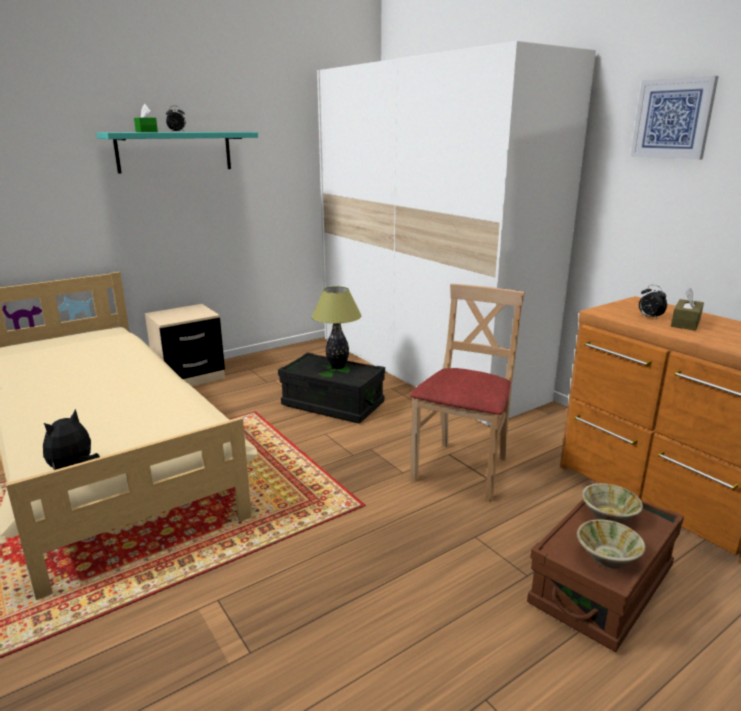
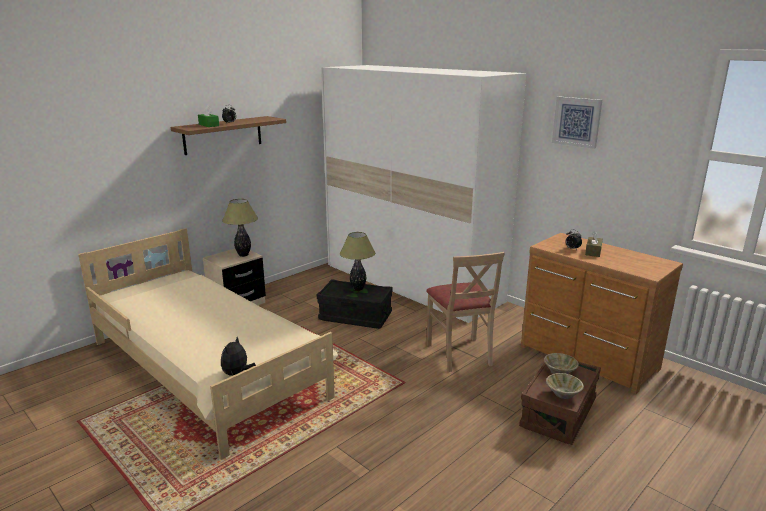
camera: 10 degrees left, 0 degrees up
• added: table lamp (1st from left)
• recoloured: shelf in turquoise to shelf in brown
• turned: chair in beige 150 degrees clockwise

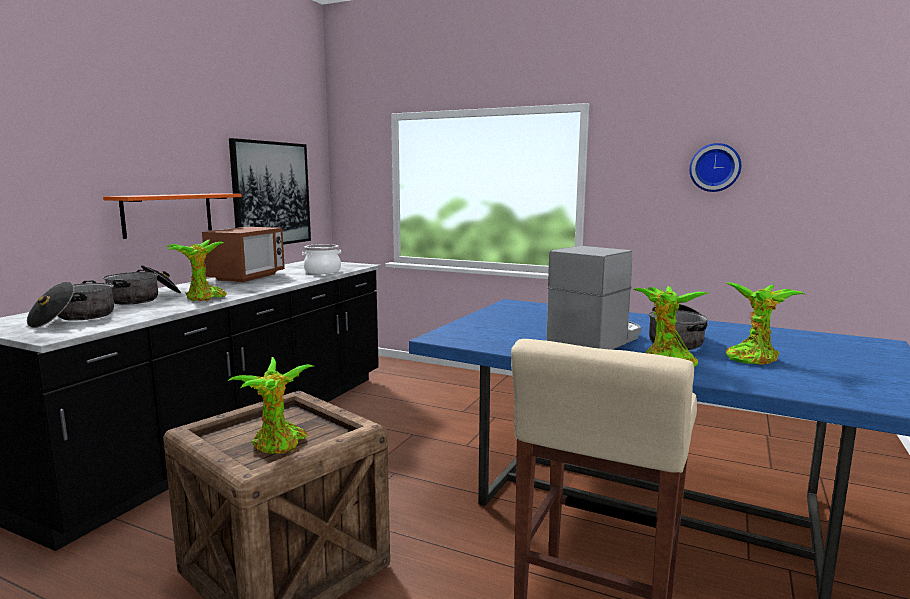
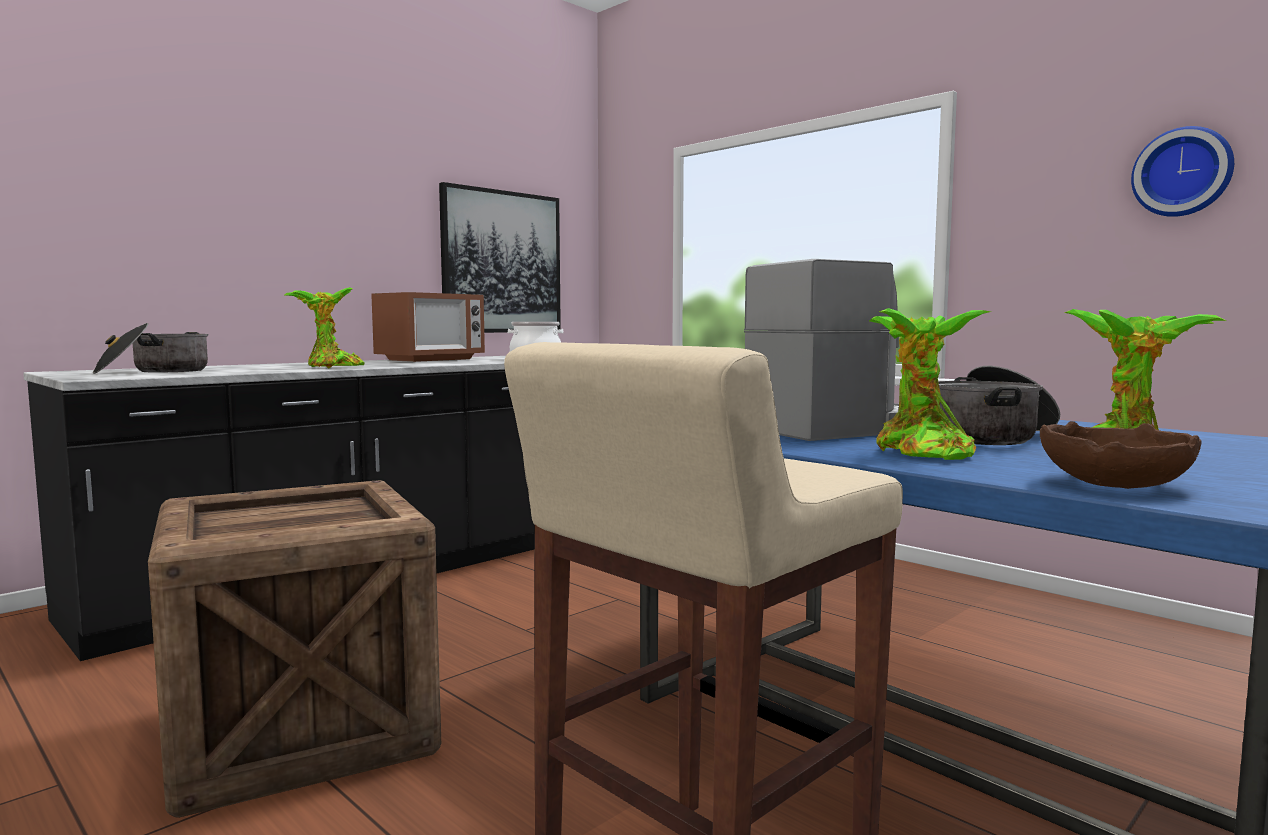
camera: 20 degrees right, 5 degrees down
• removed: shelf in orange
• removed: cooking pot (2nd from left)
• removed: potted plant (2nd from left)
• added: bowl in brown

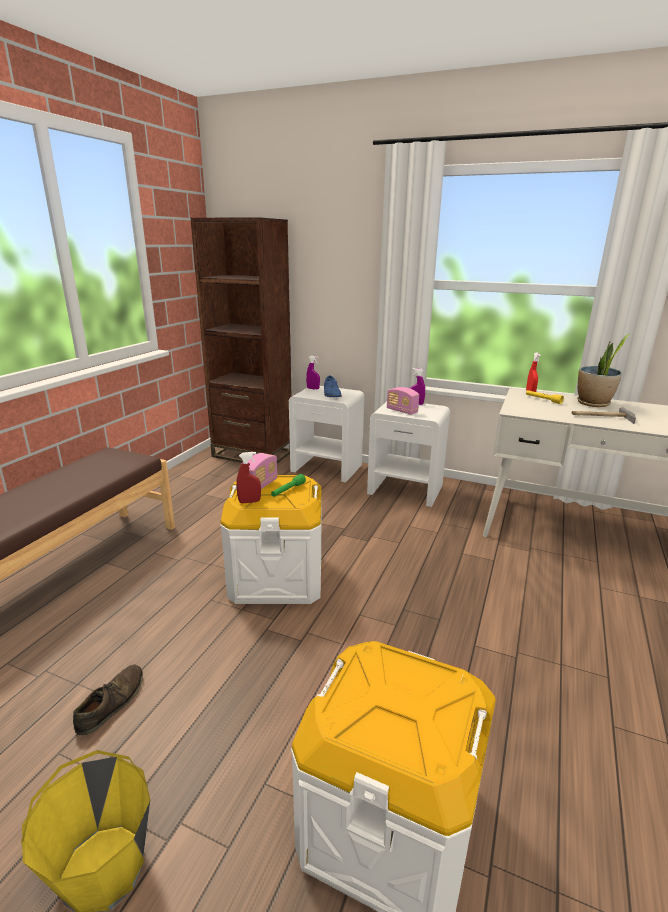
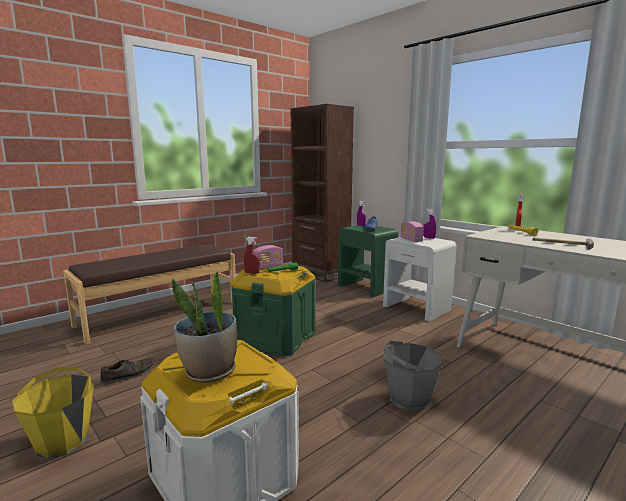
camera: 25 degrees right, 10 degrees down
• added: bucket in grey
• moved: potted plant
• recoloured: storage box in white (1st from left) to storage box in green
• recoloured: nightstand in white (1st from left) to nightstand in green

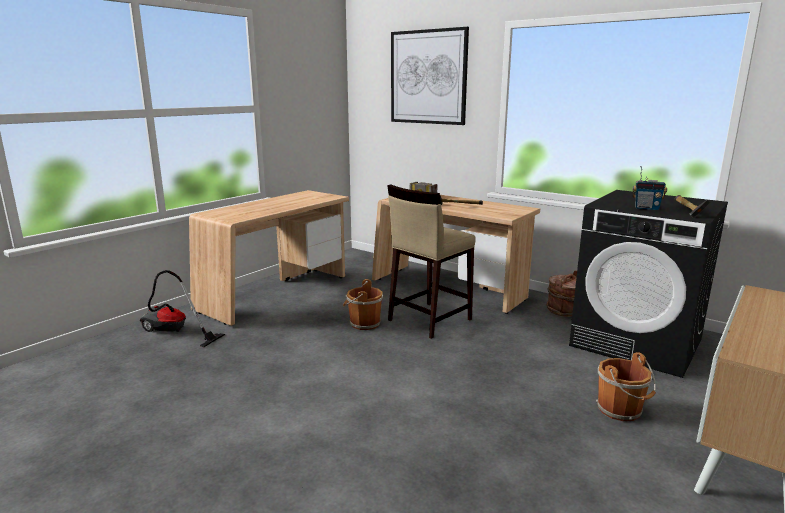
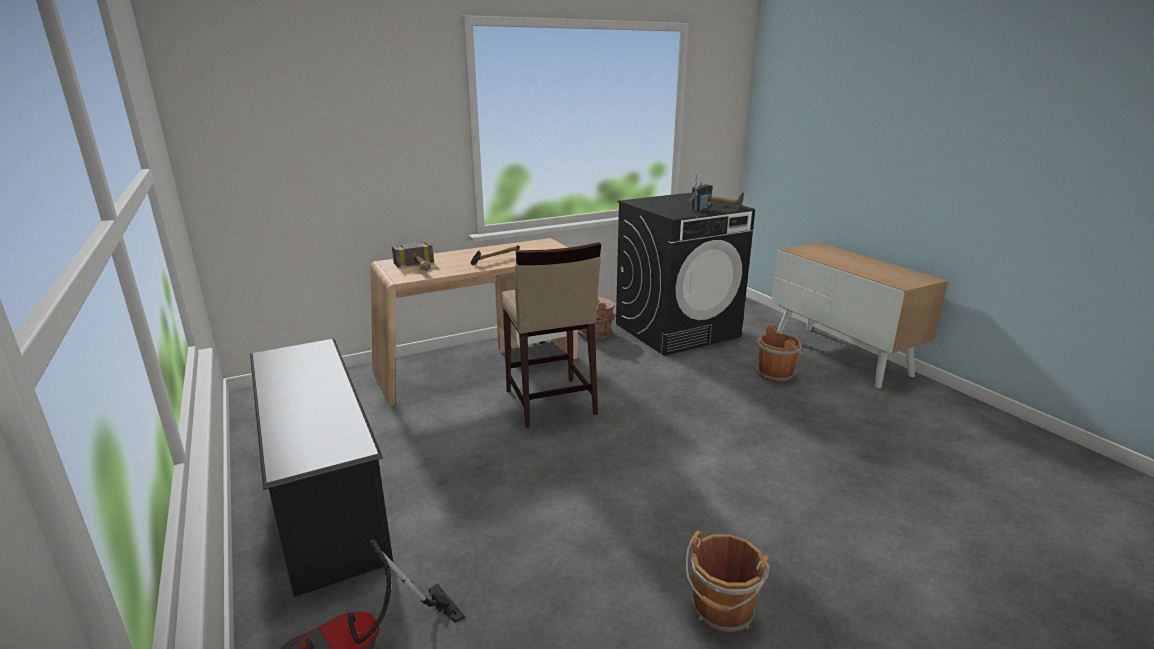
camera: 65 degrees left, 5 degrees up
• removed: picture
• moved: bucket in brown (1st from left in the first image) to bucket in brown (2nd from left)
• replaced: desk in beige (1st from left) to shoe rack in black

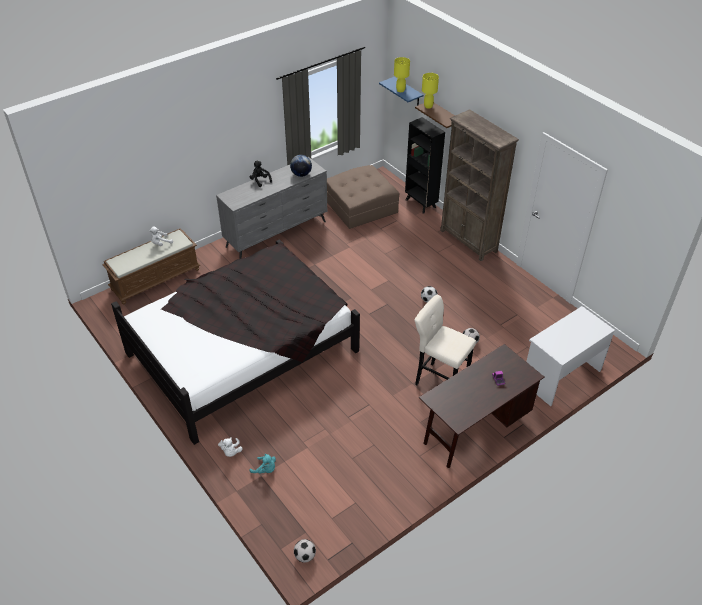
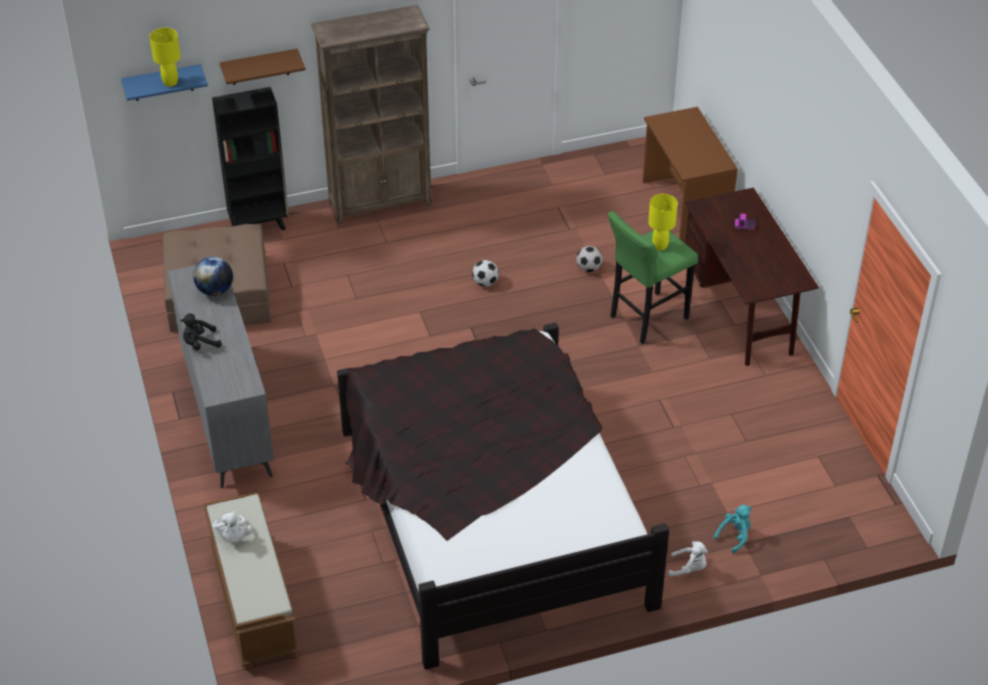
camera: 70 degrees left, 0 degrees up
• removed: football (1st from left)
• moved: table lamp in yellow (2nd from left)
• recoloured: stool in beige to stool in green
• recoloured: desk in white to desk in brown (1st from left)

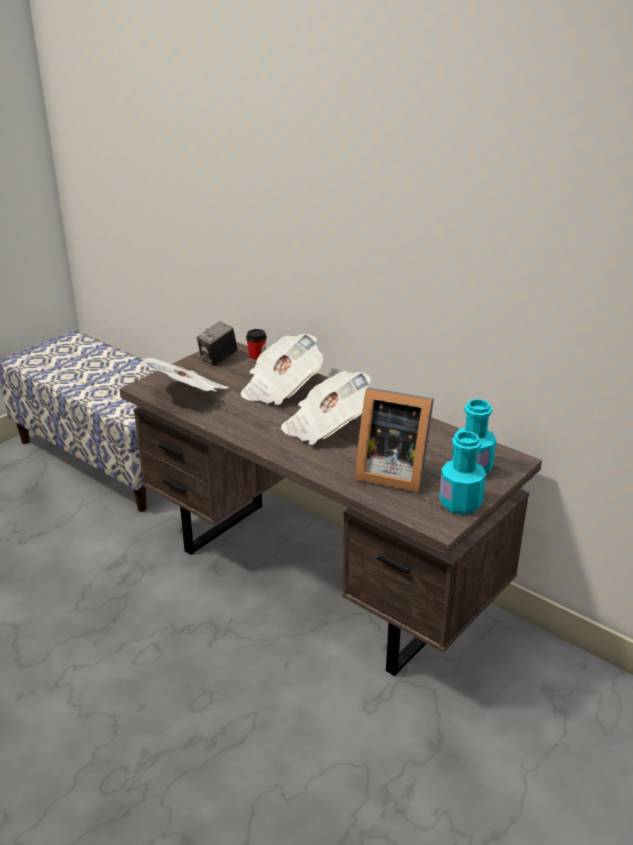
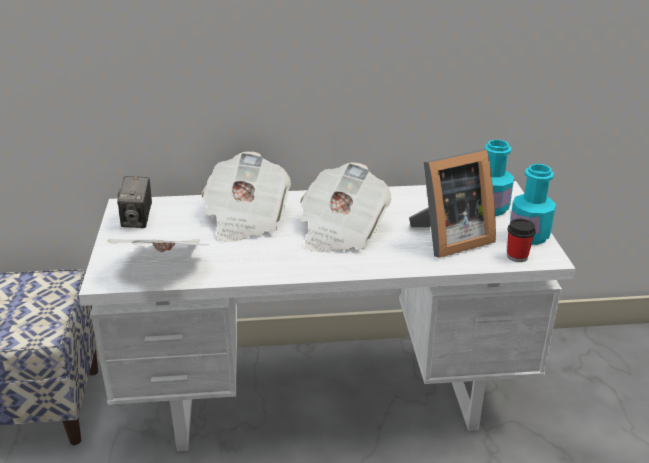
camera: 45 degrees left, 0 degrees up
• moved: cup
• recoloured: desk in brown to desk in white

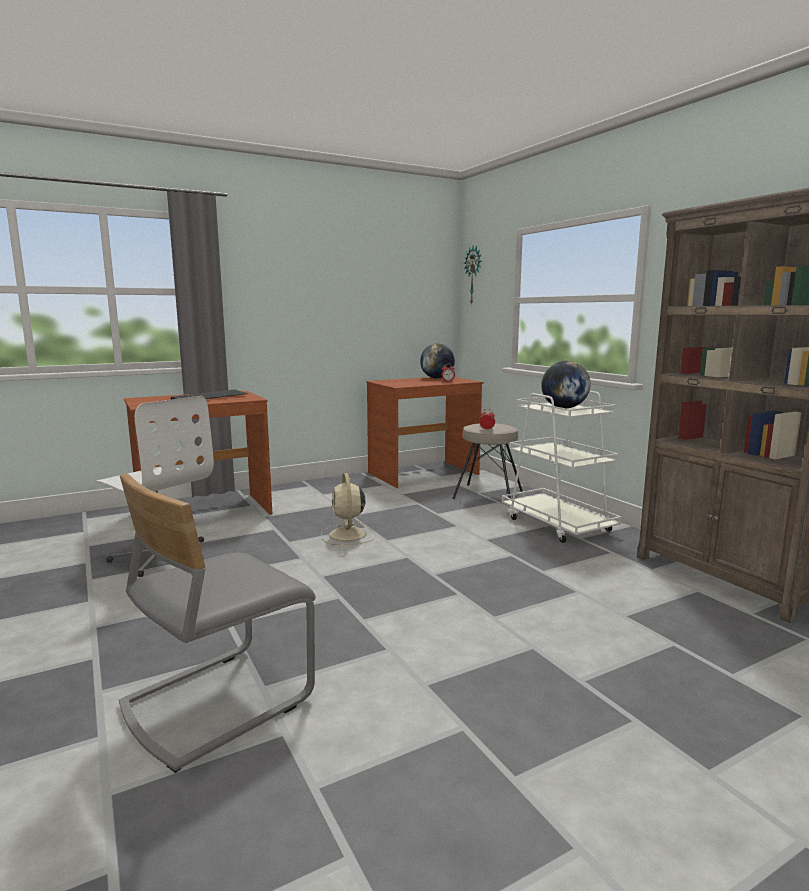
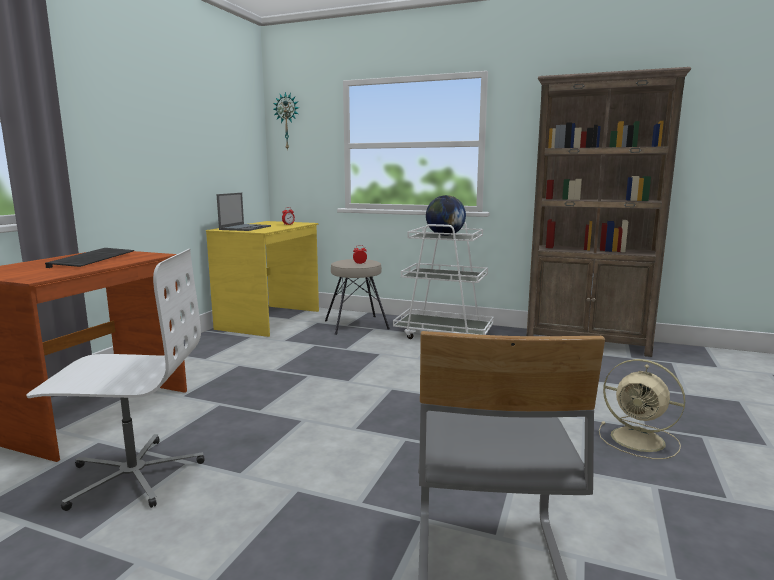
camera: 40 degrees left, 0 degrees up
• removed: globe (1st from left)
• added: laptop
• moved: fan in beige
• recoloured: desk in brown (2nd from left) to desk in yellow

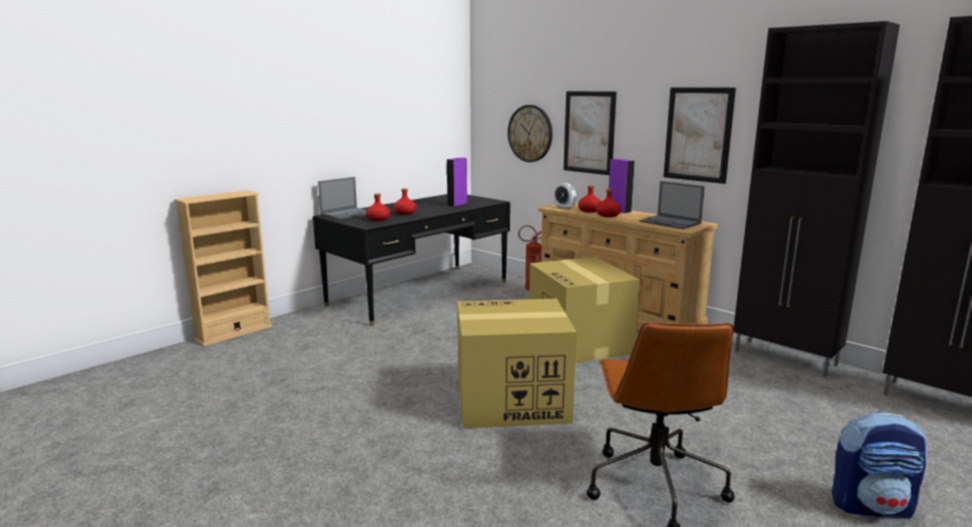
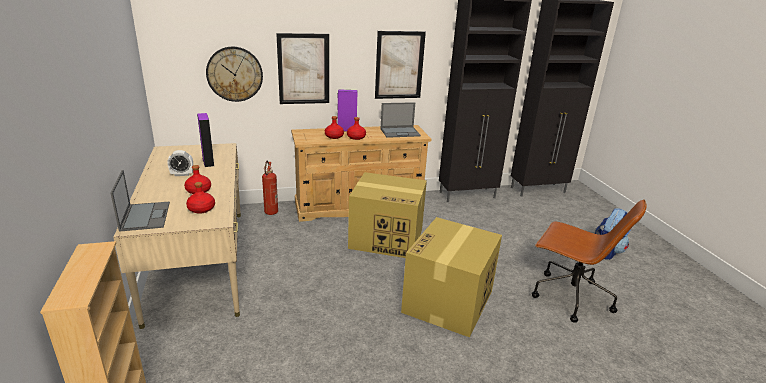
camera: 60 degrees left, 10 degrees up
• moved: alarm clock
• recoloured: desk in black to desk in beige

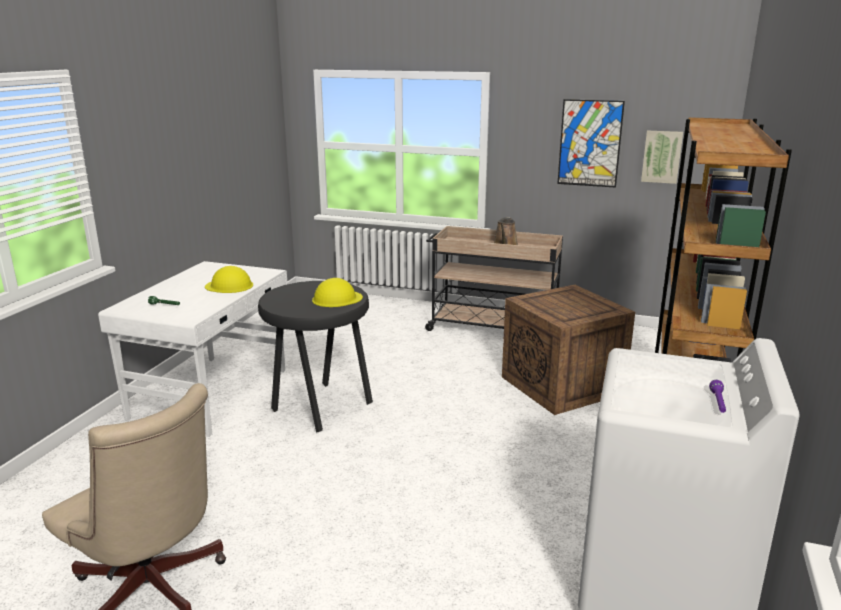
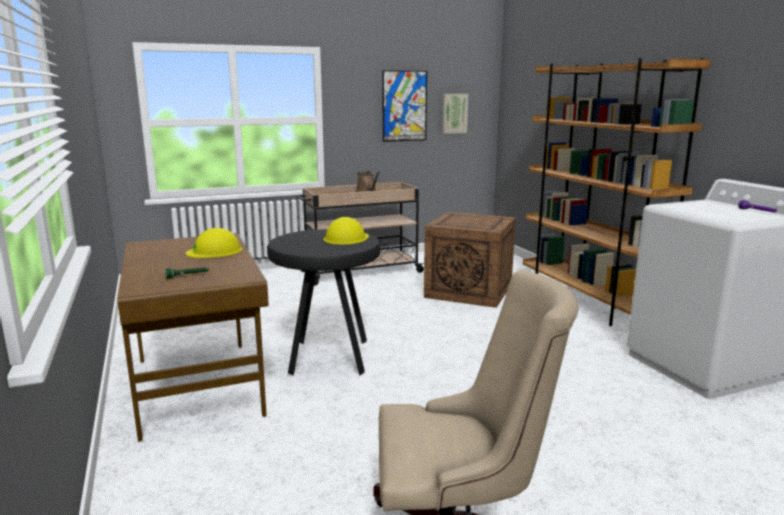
camera: 40 degrees left, 5 degrees down
• recoloured: desk in white to desk in brown

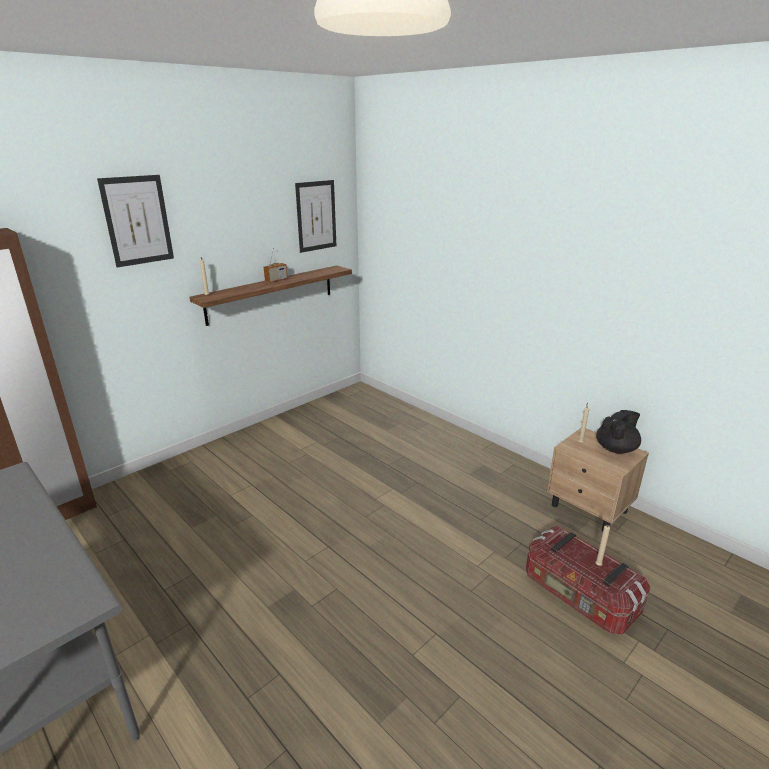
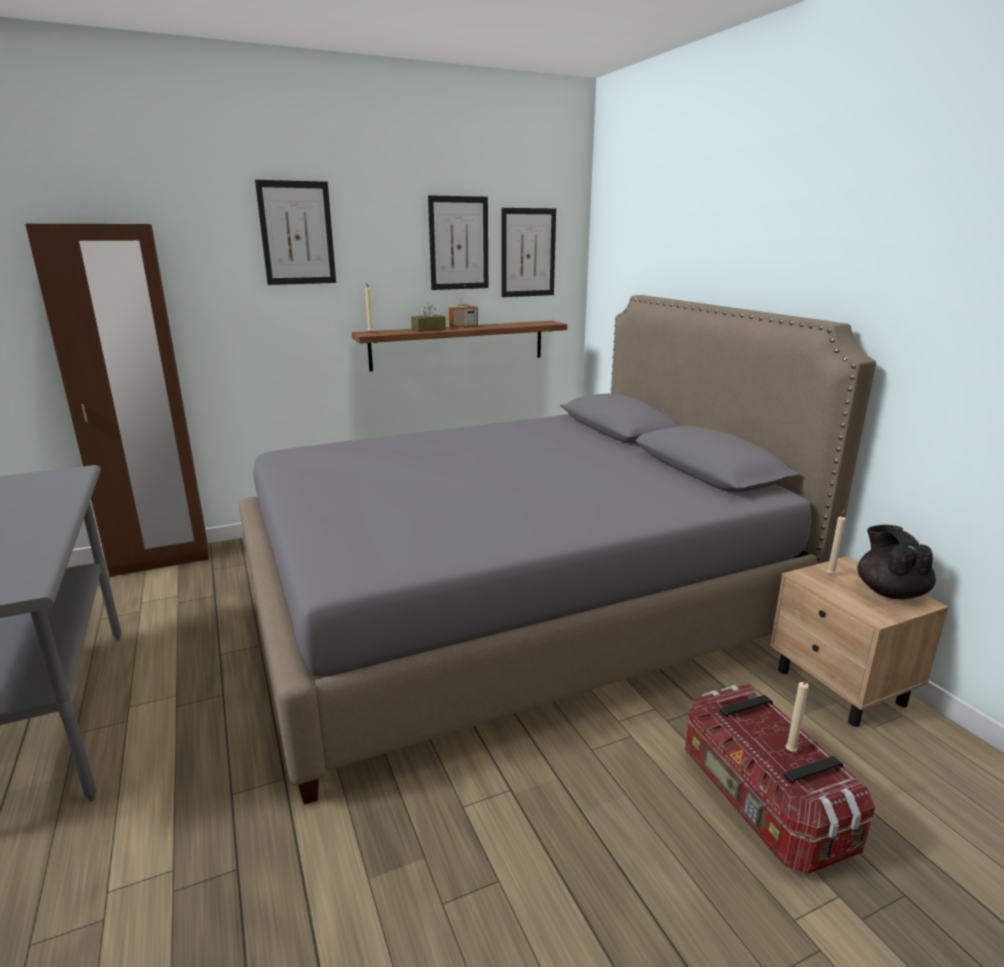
camera: 20 degrees right, 5 degrees down
• added: bed in grey
• added: tissue box in brown
• added: picture (2nd from left)
• turned: teapot in black 75 degrees counterclockwise

